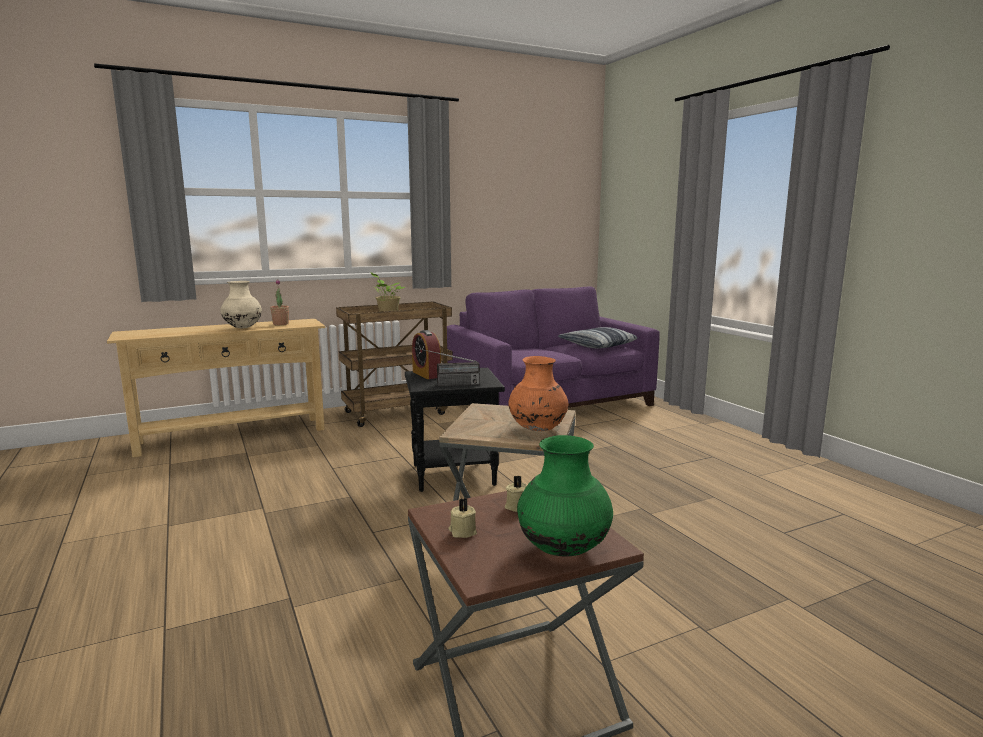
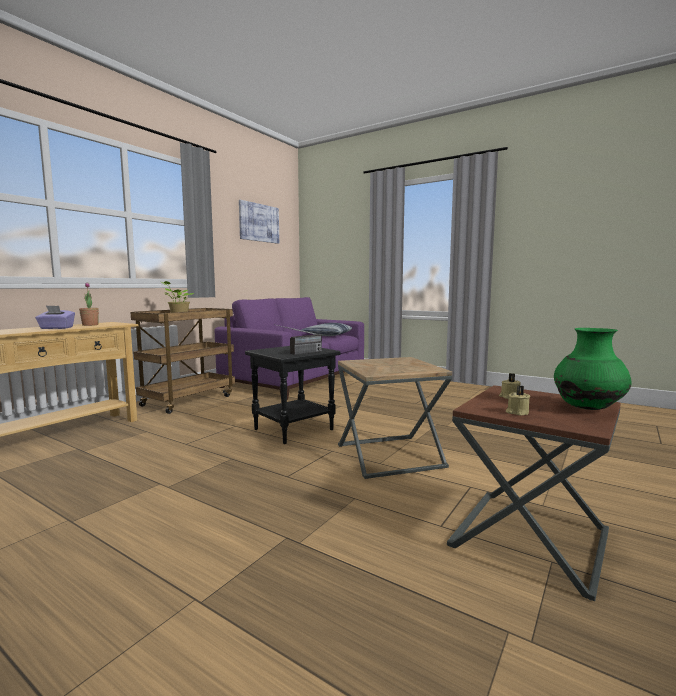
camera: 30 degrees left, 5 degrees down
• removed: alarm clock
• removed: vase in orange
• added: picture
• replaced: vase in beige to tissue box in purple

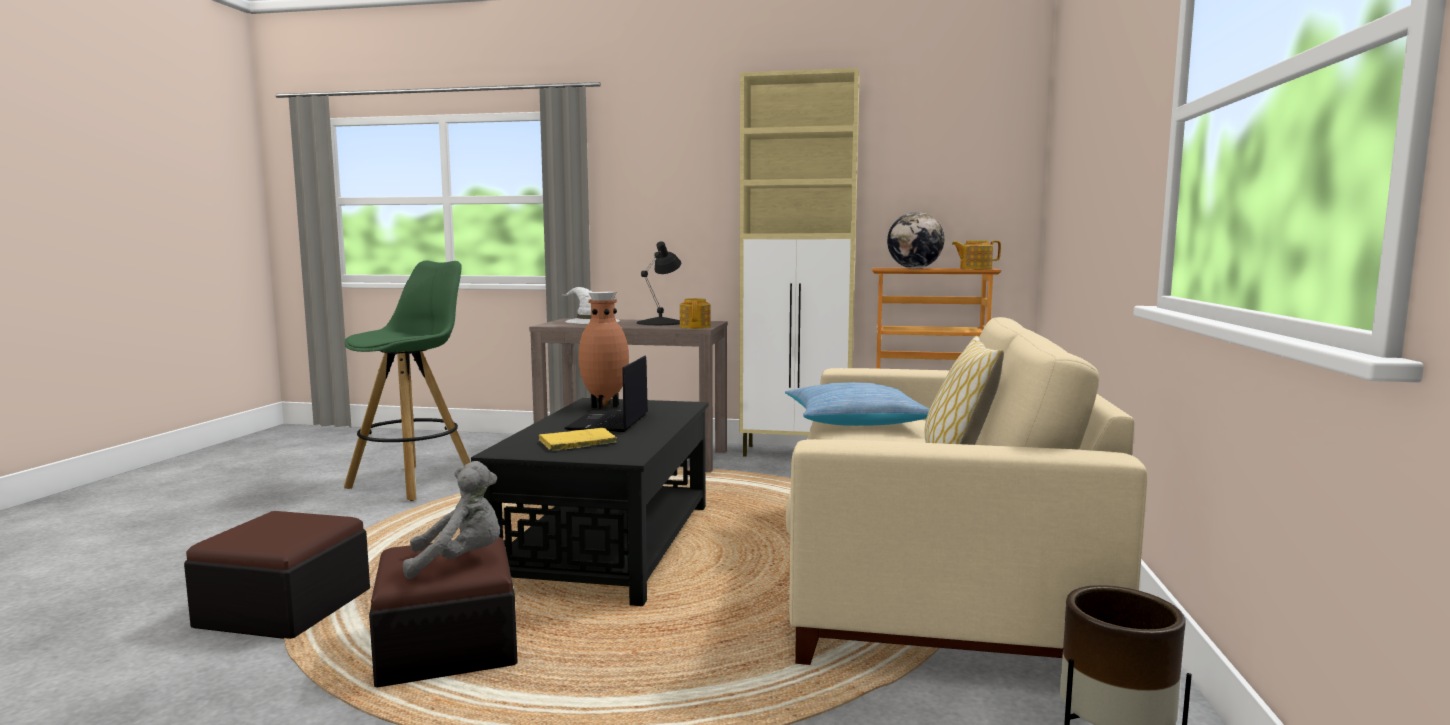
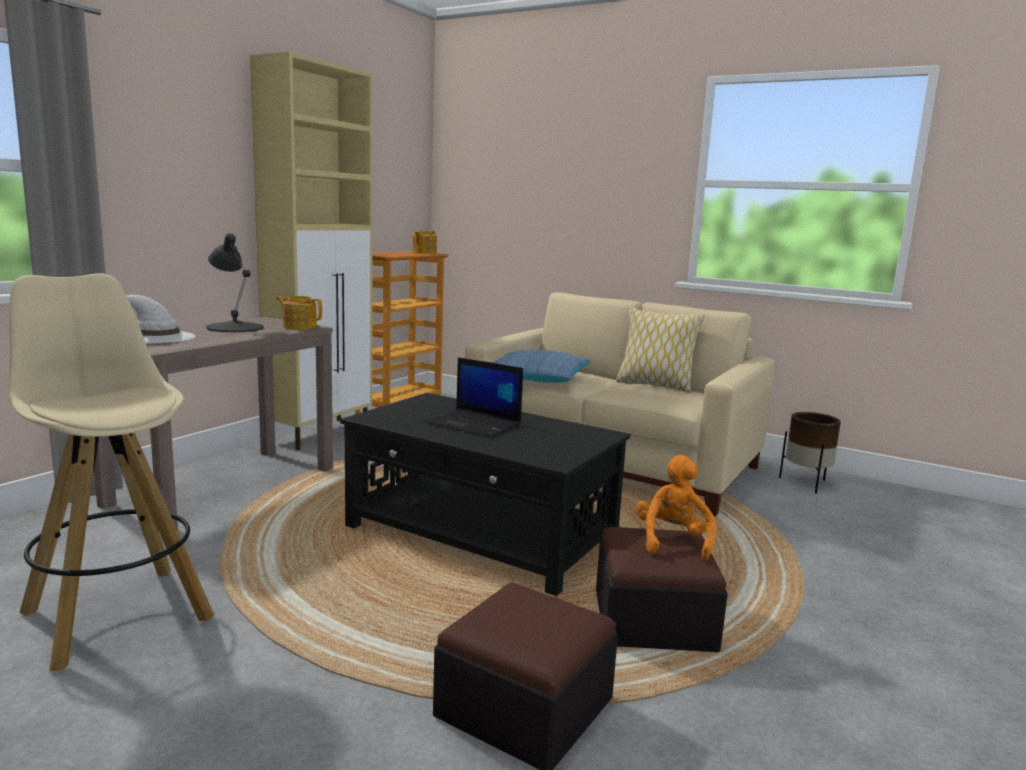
camera: 70 degrees left, 5 degrees up
• removed: book in yellow
• removed: vase in brown
• removed: globe
• recoloured: stool in green to stool in beige
• recoloured: plush toy in grey to plush toy in orange

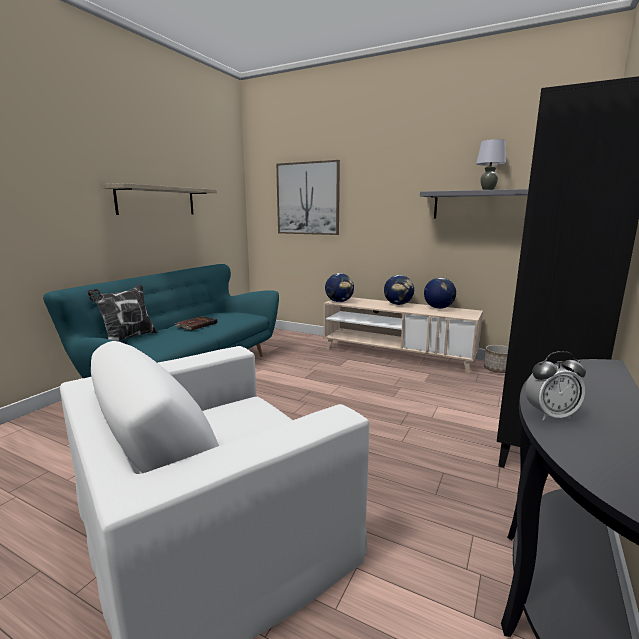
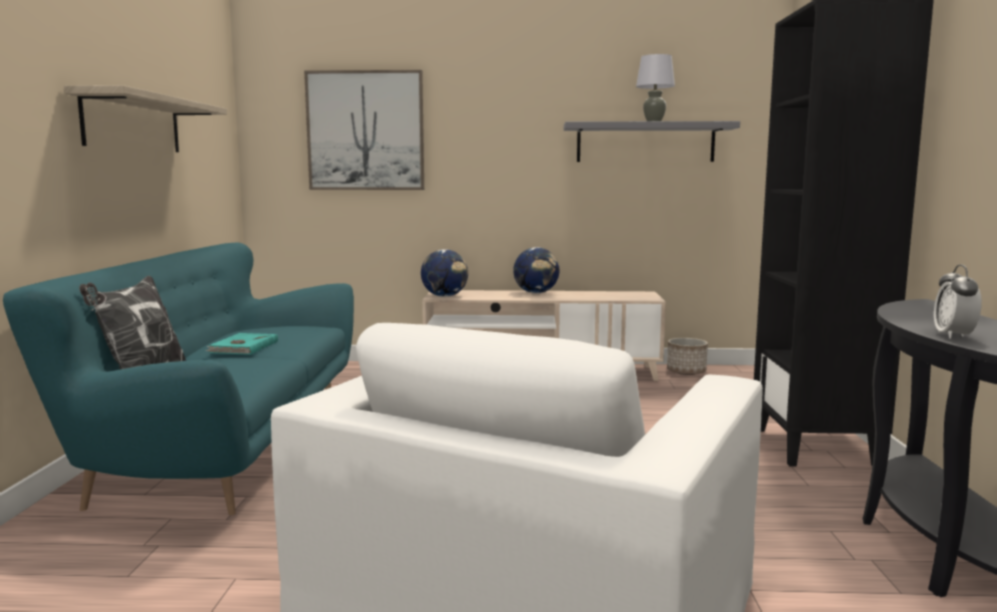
camera: 25 degrees left, 5 degrees down
• removed: globe (3rd from left)
• recoloured: book in brown to book in turquoise
• turned: alarm clock 135 degrees clockwise

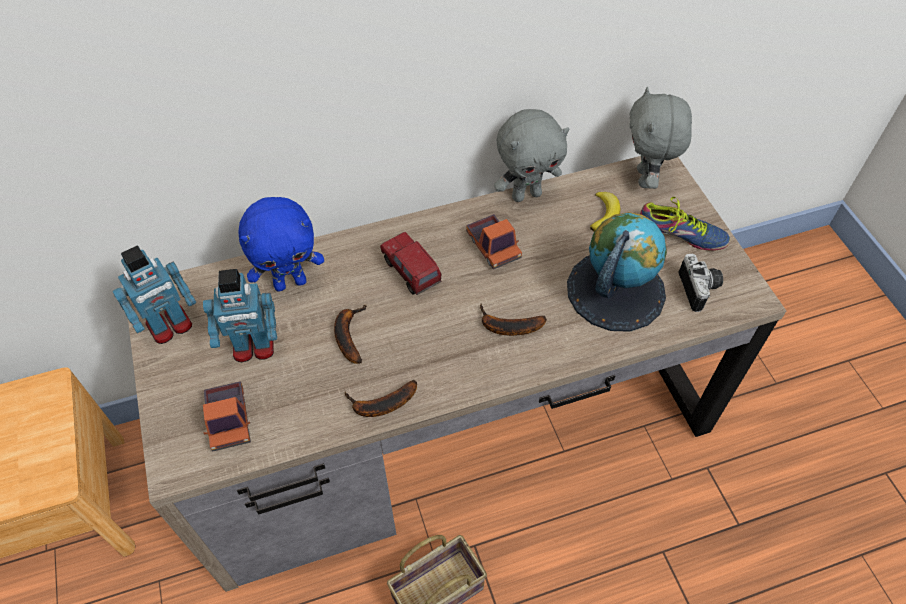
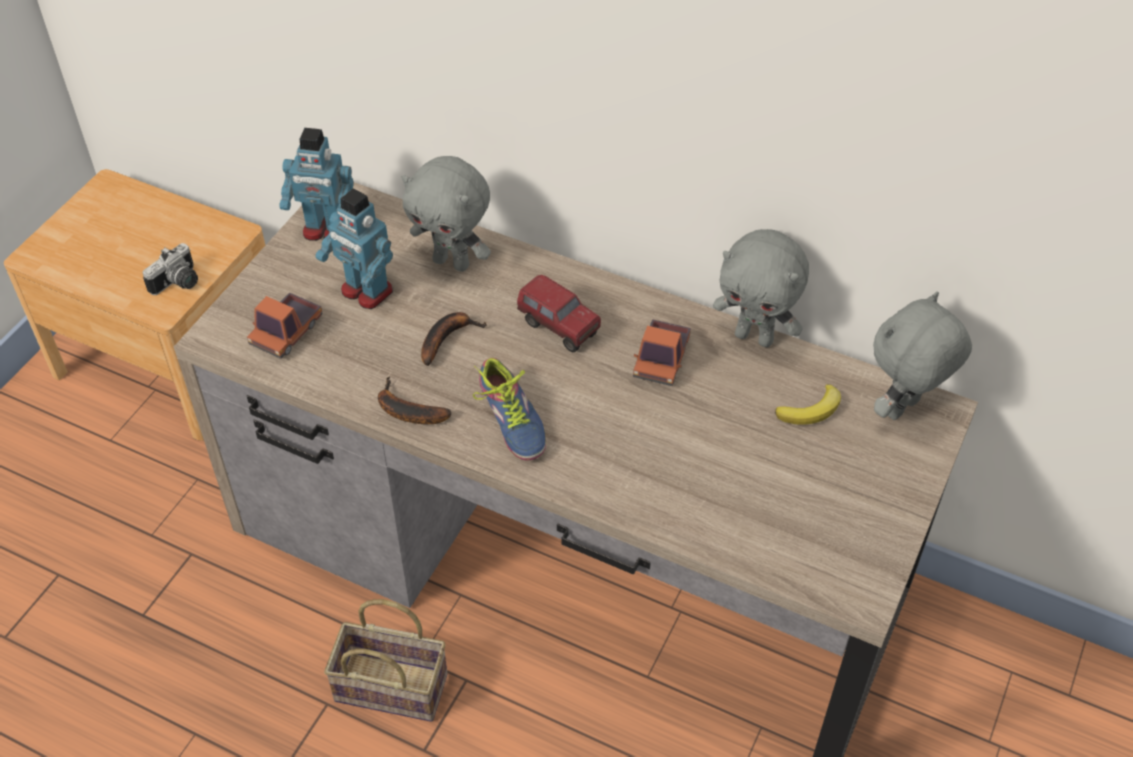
camera: 45 degrees right, 5 degrees down
• removed: banana (3rd from left)
• removed: globe
• moved: shoe
• moved: photo camera
• recoloured: plush toy in blue to plush toy in grey (1st from left)
• turned: toy truck (2nd from left) 120 degrees clockwise

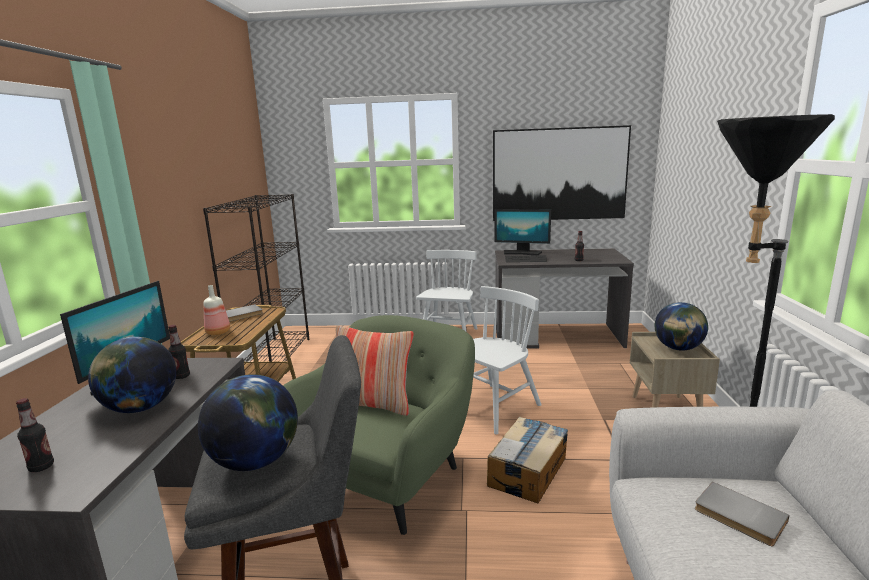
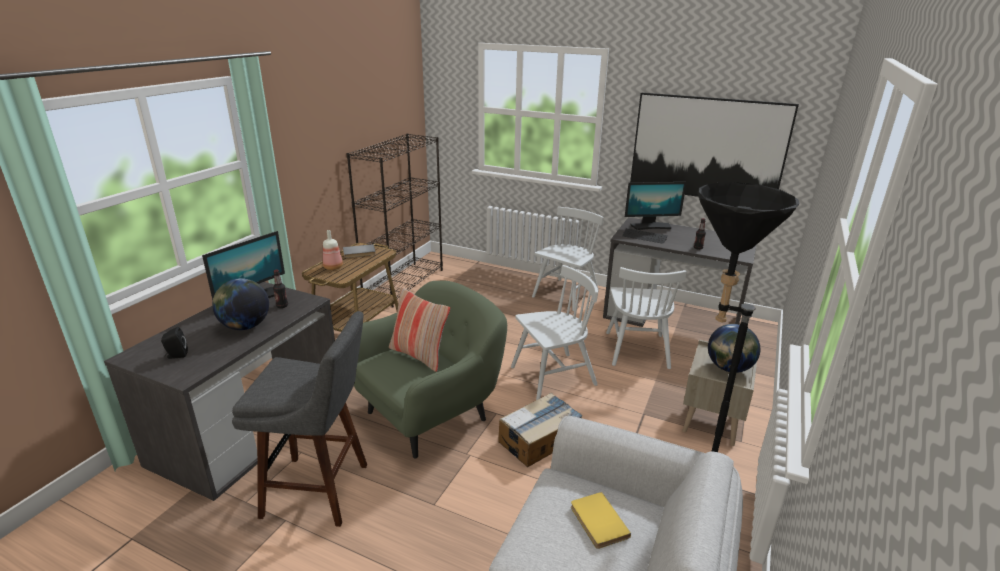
camera: 20 degrees right, 10 degrees up
• removed: globe (2nd from left)
• added: chair in white (3rd from left)
• replaced: bottle (1st from left) to speaker in black
• recoloured: book in grey (2nd from left) to book in yellow
• turned: monitor (2nd from left) 45 degrees counterclockwise

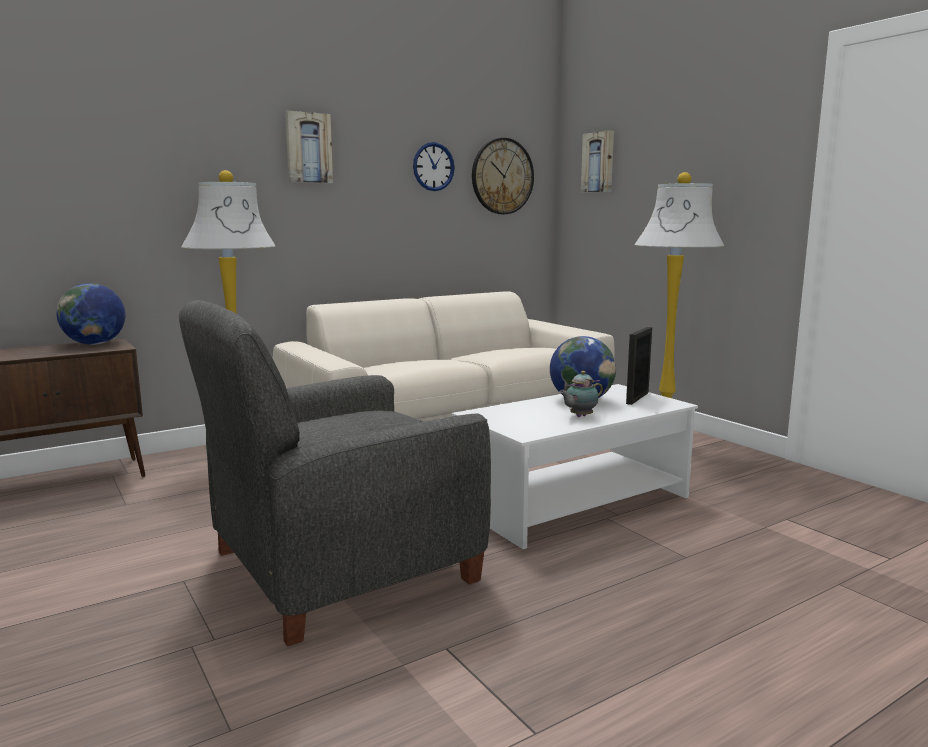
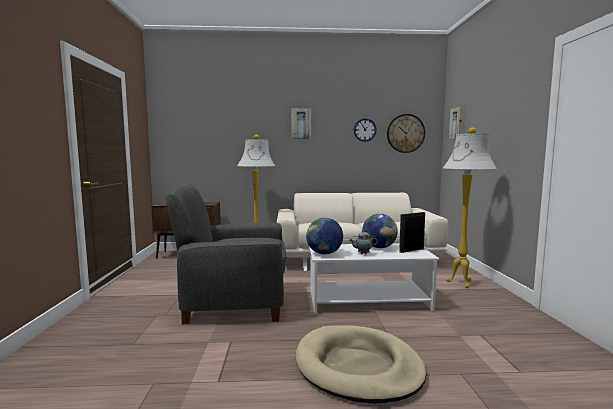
camera: 30 degrees right, 5 degrees down
• added: dog bed in beige
• moved: globe (1st from left)

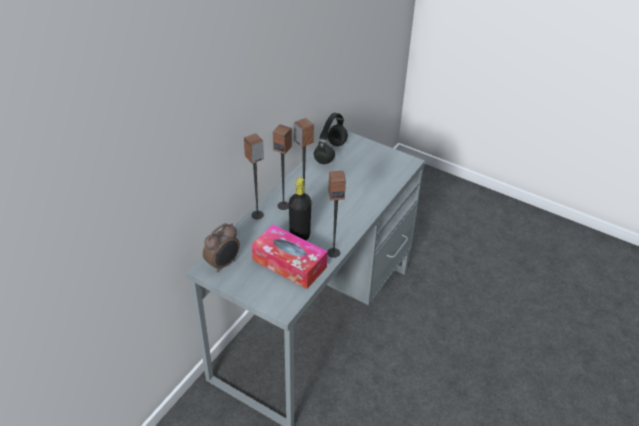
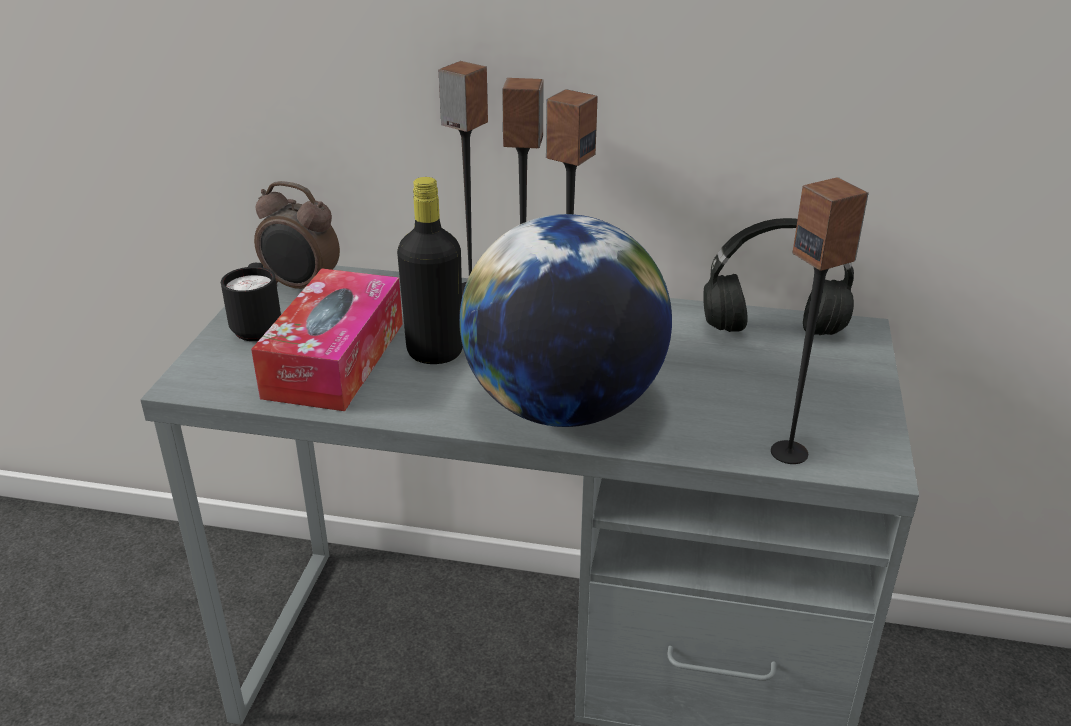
camera: 70 degrees right, 10 degrees down
• added: mug in black
• added: globe
• moved: speaker (4th from left)

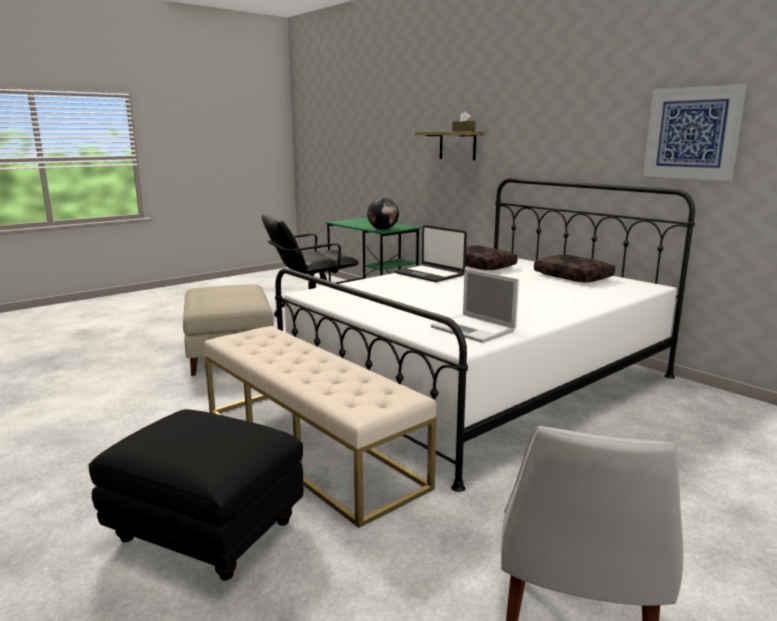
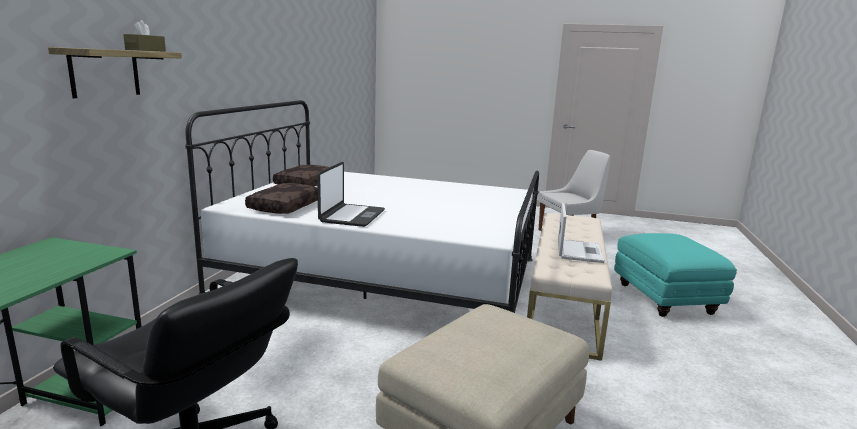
camera: 125 degrees left, 0 degrees up
• removed: globe
• removed: picture
• moved: laptop (2nd from left)
• recoloured: ottoman in black to ottoman in turquoise

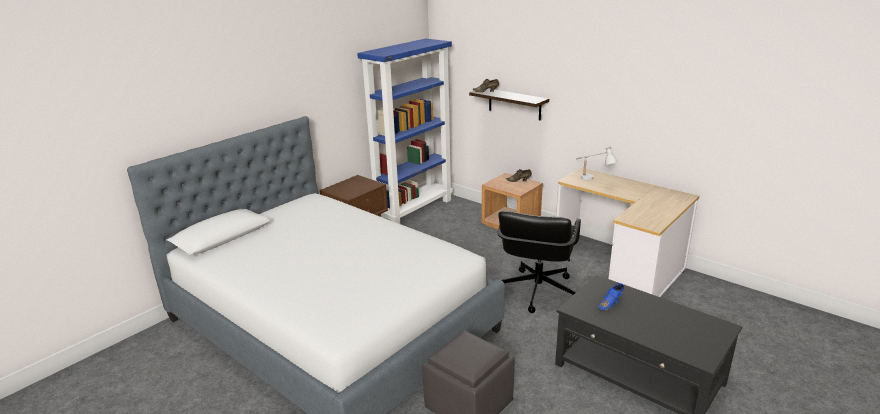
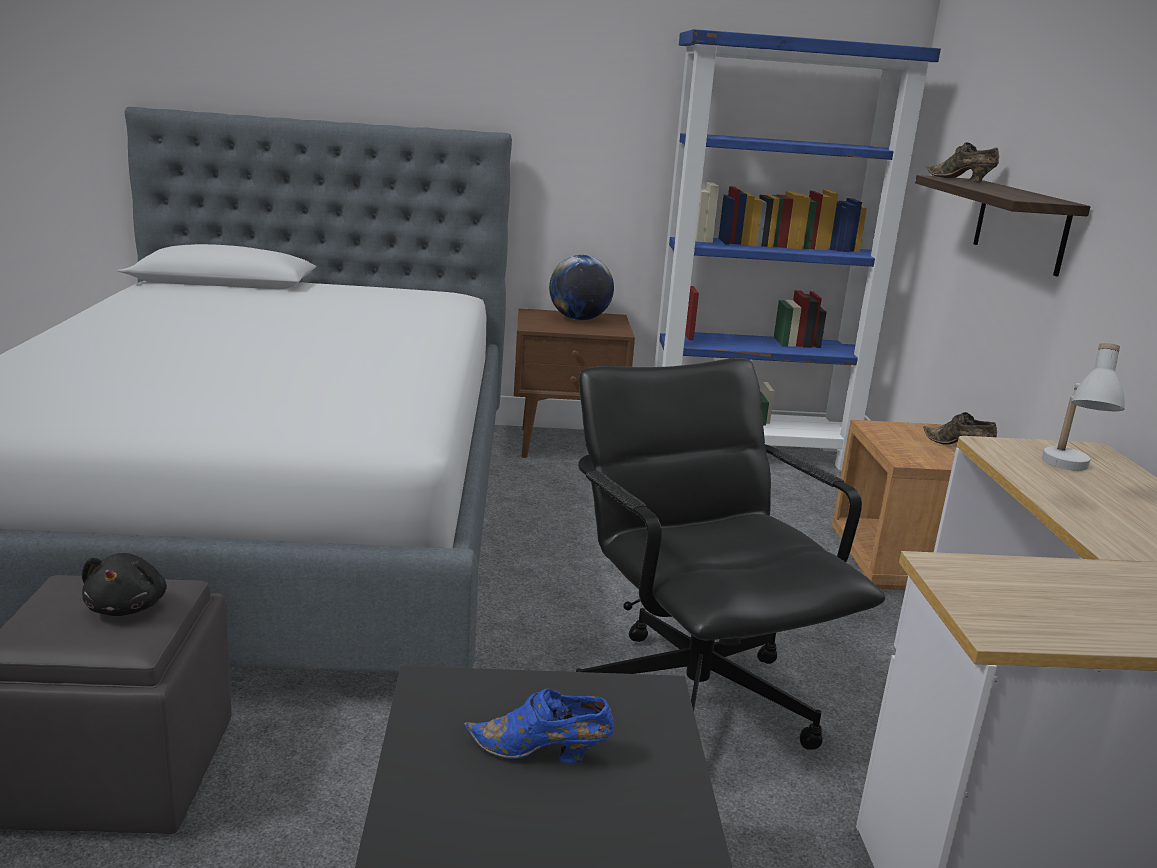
camera: 45 degrees right, 5 degrees down
• added: plush toy in black
• added: globe
• turned: office chair in black 90 degrees clockwise

